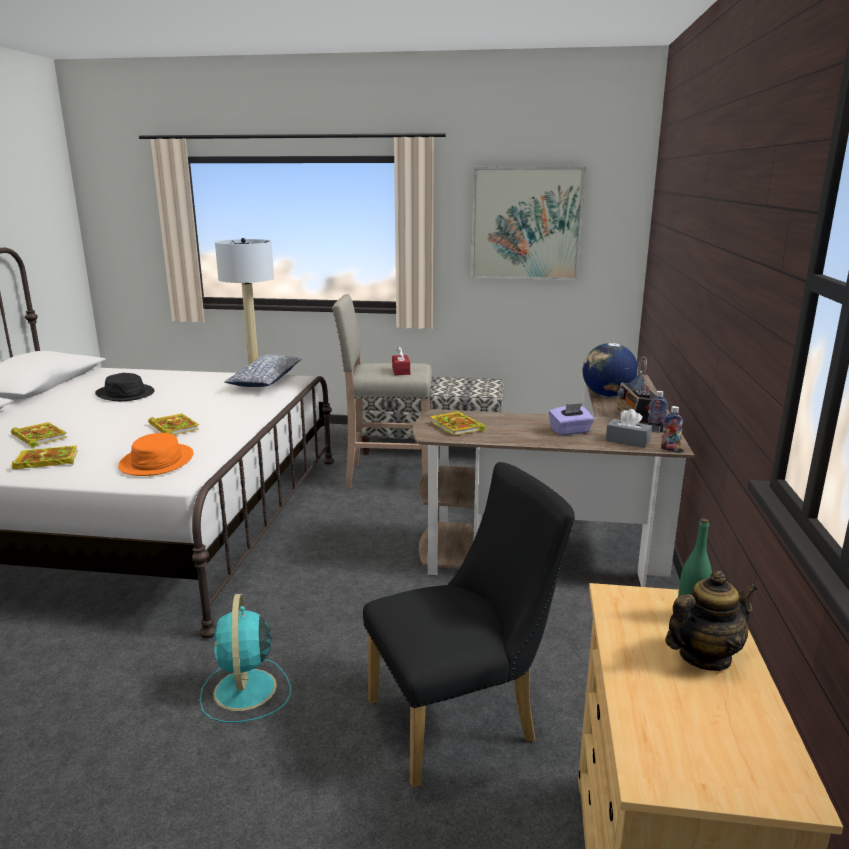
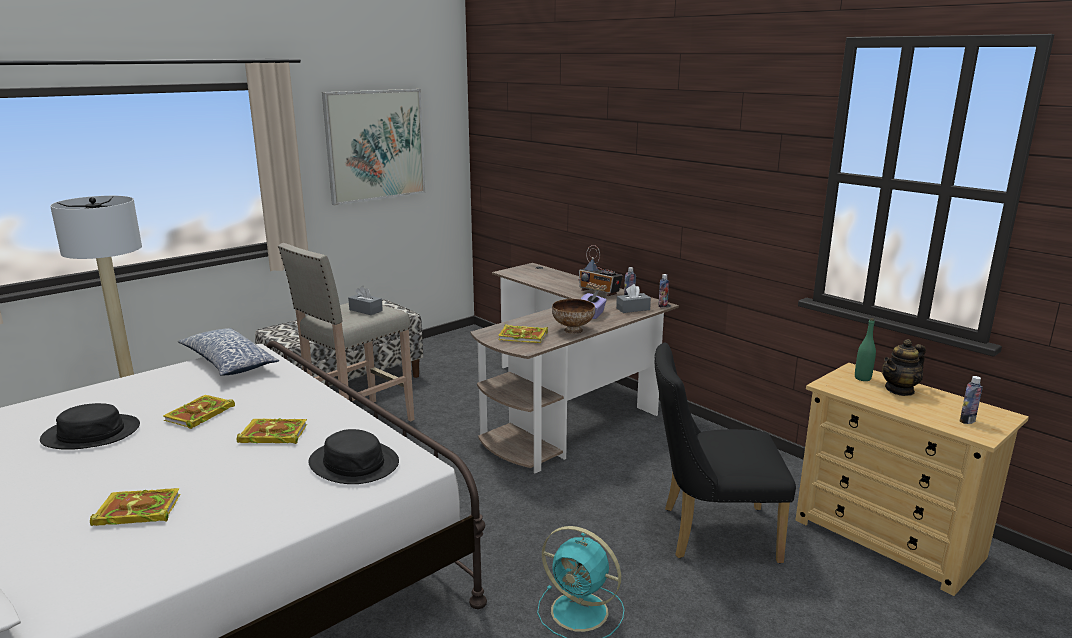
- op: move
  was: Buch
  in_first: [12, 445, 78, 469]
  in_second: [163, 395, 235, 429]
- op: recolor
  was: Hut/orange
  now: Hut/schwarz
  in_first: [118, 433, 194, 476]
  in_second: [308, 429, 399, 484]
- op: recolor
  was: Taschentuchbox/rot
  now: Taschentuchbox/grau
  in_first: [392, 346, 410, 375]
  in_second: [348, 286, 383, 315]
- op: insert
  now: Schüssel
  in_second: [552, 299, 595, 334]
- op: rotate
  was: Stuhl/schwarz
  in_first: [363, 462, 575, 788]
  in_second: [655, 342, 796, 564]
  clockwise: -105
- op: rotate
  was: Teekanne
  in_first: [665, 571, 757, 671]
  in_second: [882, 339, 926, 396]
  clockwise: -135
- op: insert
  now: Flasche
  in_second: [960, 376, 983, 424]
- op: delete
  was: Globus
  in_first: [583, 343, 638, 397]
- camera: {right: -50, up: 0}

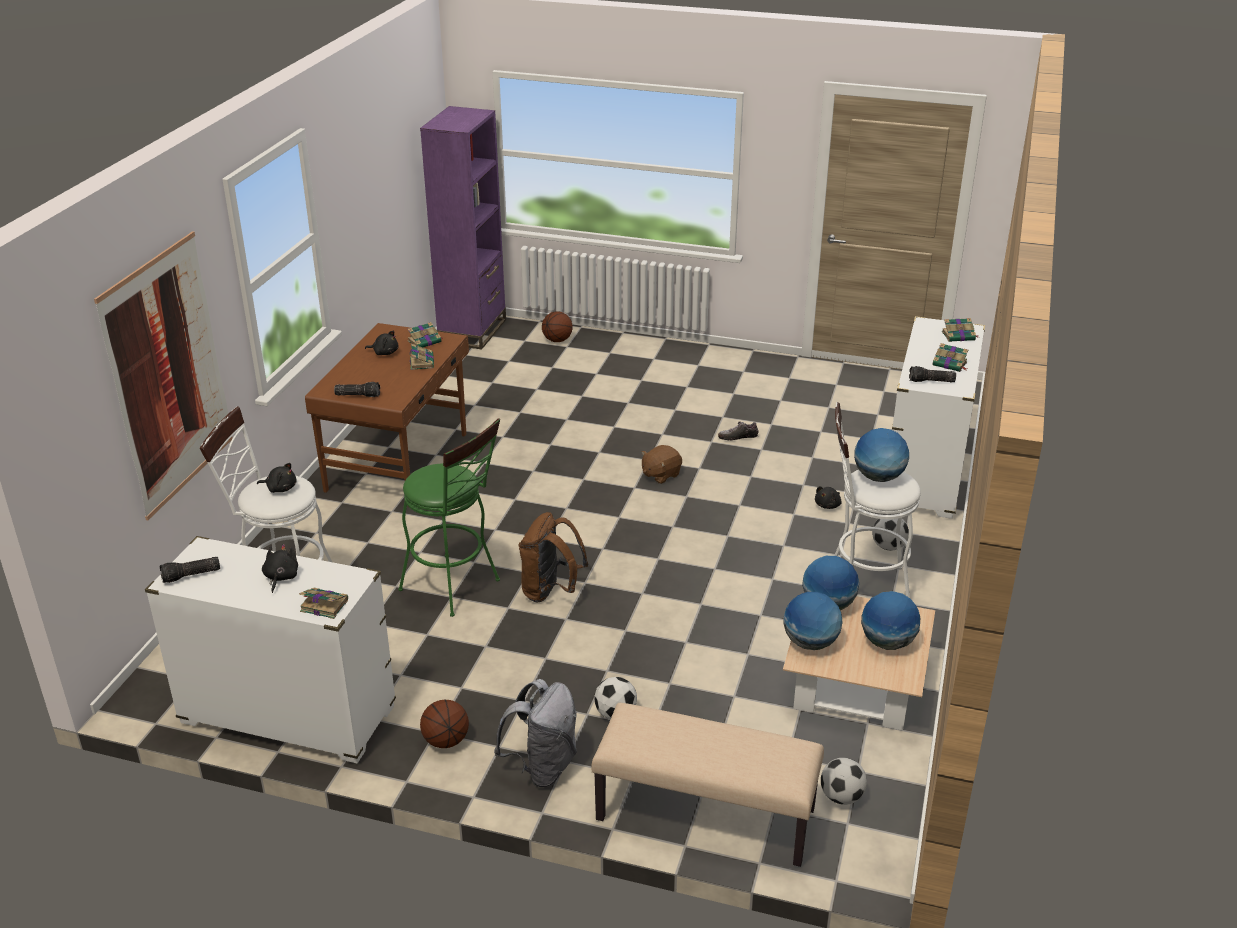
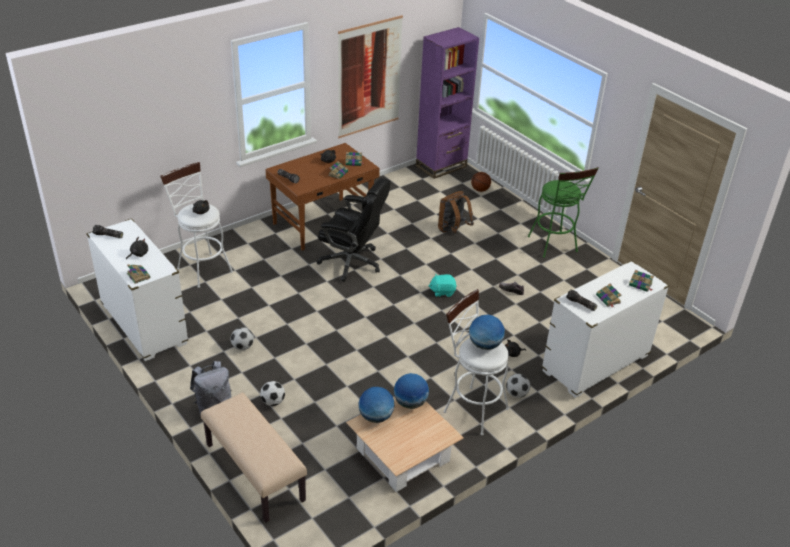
- op: move
  was: Fußball
  in_first: [821, 758, 867, 805]
  in_second: [231, 327, 254, 350]
- op: insert
  now: Bürostuhl/schwarz
  in_second: [316, 178, 390, 282]
- op: move
  was: Bild
  in_first: [94, 231, 233, 520]
  in_second: [338, 15, 403, 138]
- op: recolor
  was: Plüschtier/braun
  now: Plüschtier/türkis
  in_first: [642, 445, 682, 484]
  in_second: [429, 273, 457, 297]
- op: move
  was: Rucksack/braun
  in_first: [519, 512, 588, 602]
  in_second: [438, 191, 474, 233]
- op: move
  was: Hocker/grün
  in_first: [398, 418, 500, 617]
  in_second: [528, 167, 599, 258]
- op: delete
  was: Basketball
  in_first: [420, 700, 469, 748]
- op: delete
  was: Globus
  in_first: [861, 591, 920, 650]
- camera: {right: 35, up: 5}

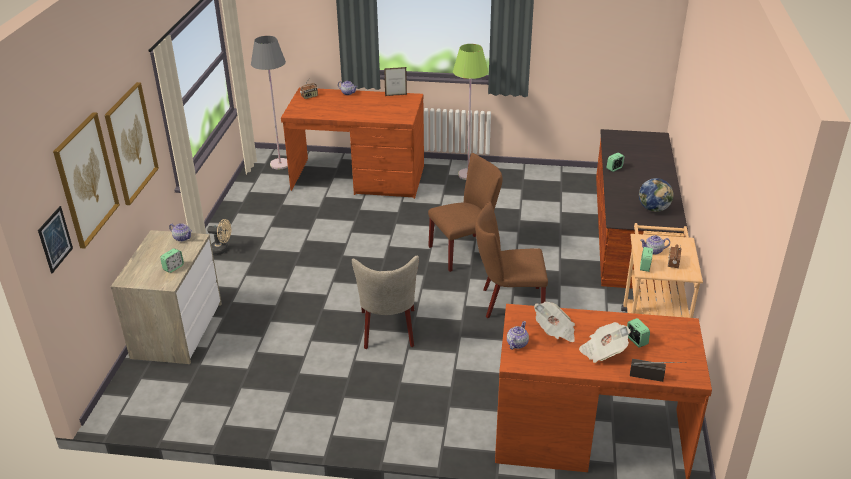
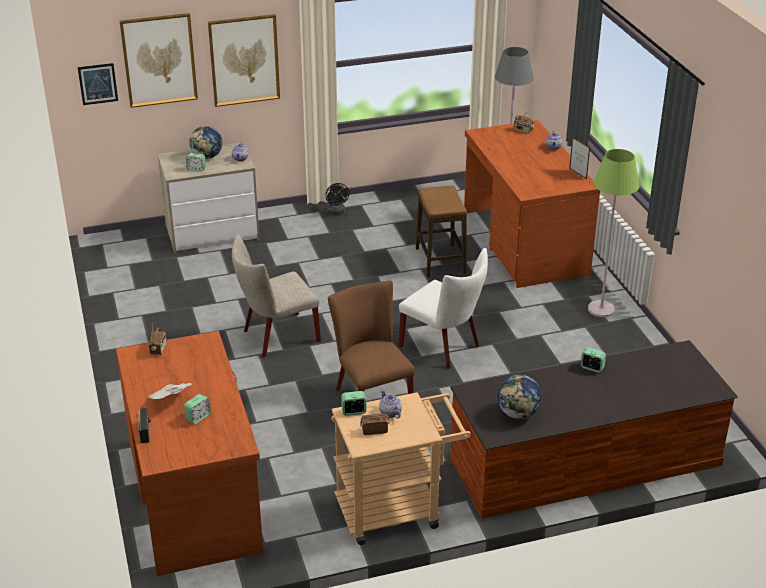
- op: replace
  was: Teekanne
  now: Radio
  in_first: [507, 321, 529, 350]
  in_second: [149, 325, 167, 355]
- op: insert
  now: Globus
  in_second: [189, 126, 223, 159]
- op: recolor
  was: Ventilator/beige
  now: Ventilator/schwarz
  in_first: [207, 219, 231, 254]
  in_second: [325, 183, 350, 215]
- op: recolor
  was: Stuhl/braun
  now: Stuhl/weiß
  in_first: [428, 153, 502, 272]
  in_second: [398, 248, 488, 369]
- op: insert
  now: Hocker
  in_second: [416, 185, 467, 277]
- op: delete
  was: Zeitung
  in_first: [534, 302, 575, 342]
- camera: {right: 65, up: 0}

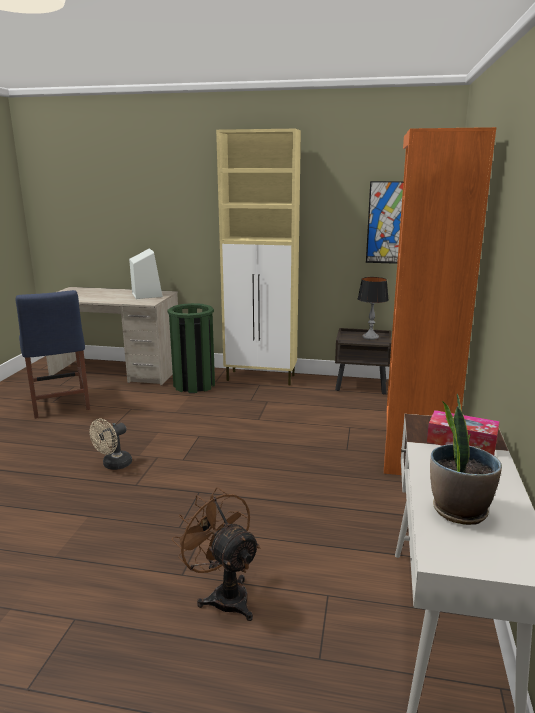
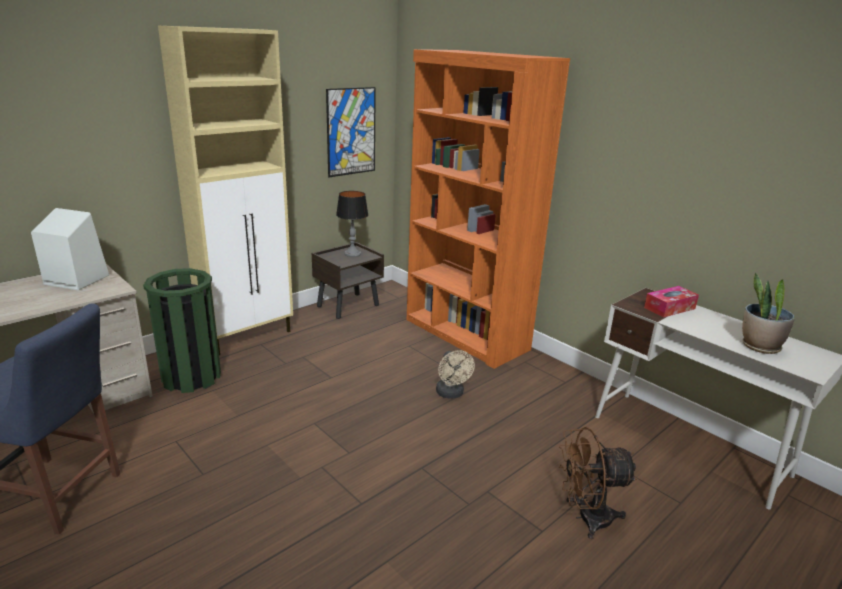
- op: move
  was: Ventilator/beige
  in_first: [89, 419, 132, 470]
  in_second: [436, 350, 475, 399]
- camera: {right: -55, up: 5}

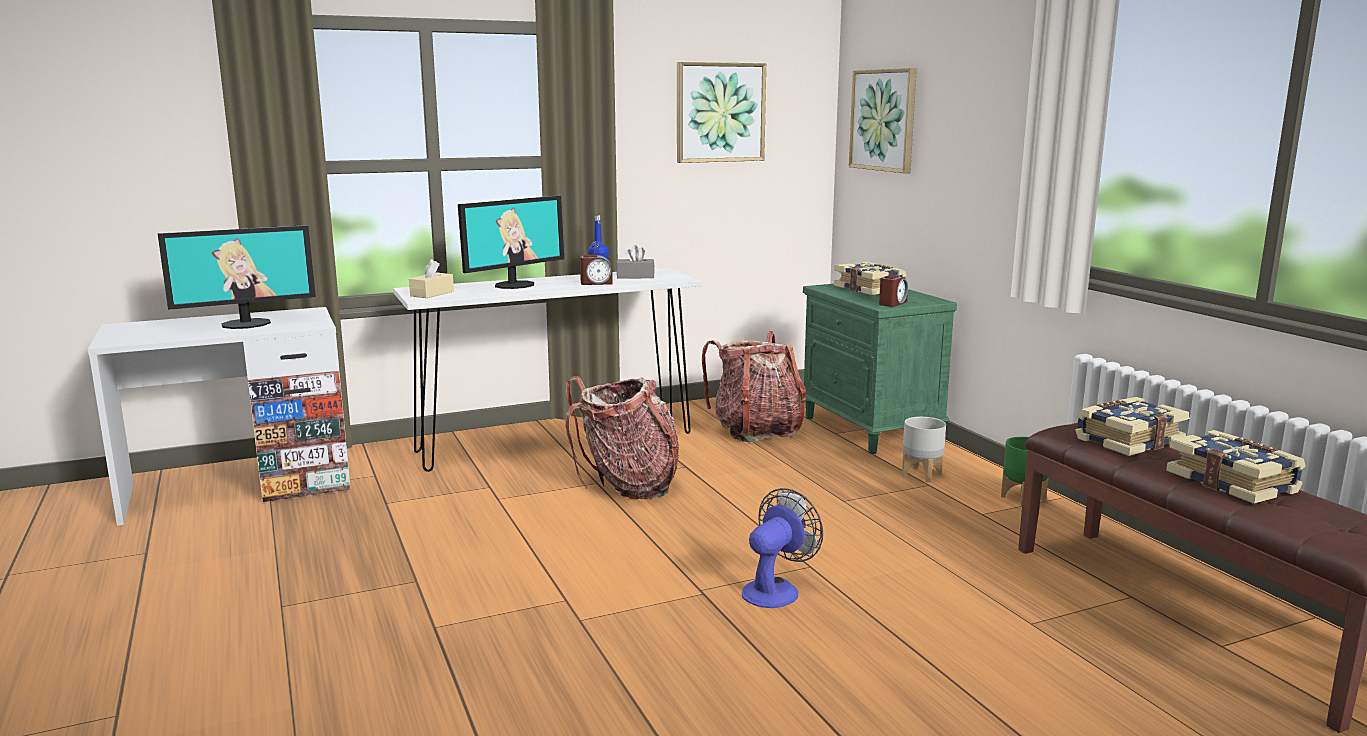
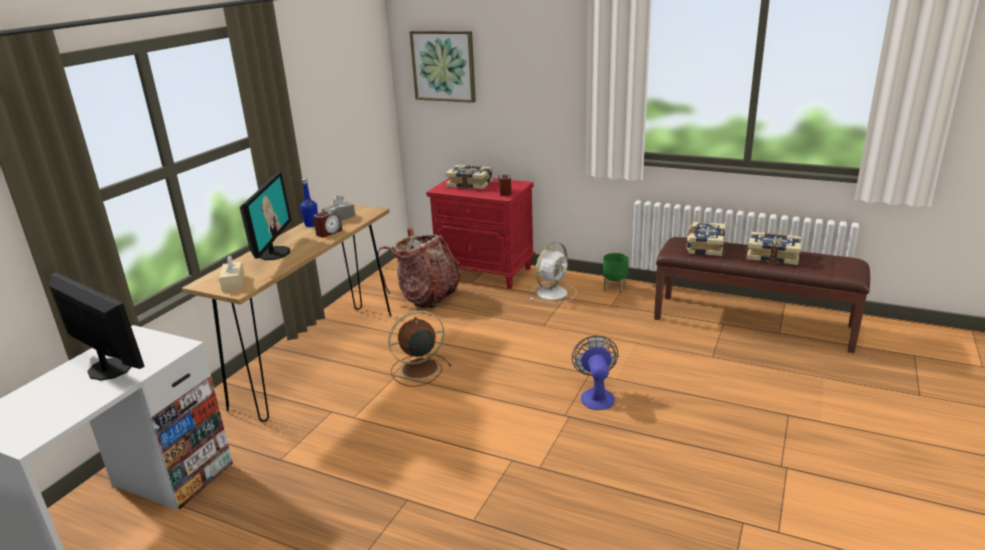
- op: rotate
  was: Monitor
  in_first: [158, 225, 316, 329]
  in_second: [49, 272, 145, 380]
  clockwise: -75
- op: recolor
  was: Konsolentisch/weiß
  now: Konsolentisch/braun
  in_first: [394, 268, 702, 472]
  in_second: [182, 204, 392, 422]
- op: replace
  was: Rucksack
  now: Ventilator/braun
  in_first: [565, 376, 679, 499]
  in_second: [388, 311, 451, 387]
- op: recolor
  was: Nachttisch/grün
  now: Nachttisch/rot
  in_first: [803, 284, 957, 454]
  in_second: [426, 178, 536, 289]
- op: replace
  was: Pflanzkübel/grau
  now: Ventilator/weiß
  in_first: [902, 417, 946, 483]
  in_second: [530, 242, 577, 304]
- op: delete
  was: Bild
  in_first: [677, 62, 766, 163]
- camera: {right: -40, up: 10}

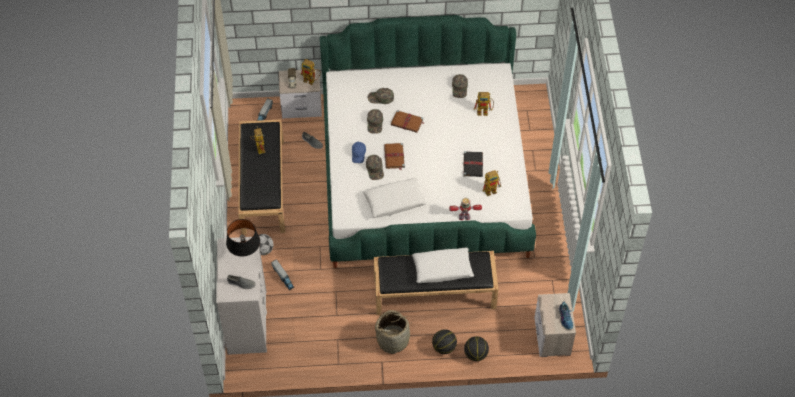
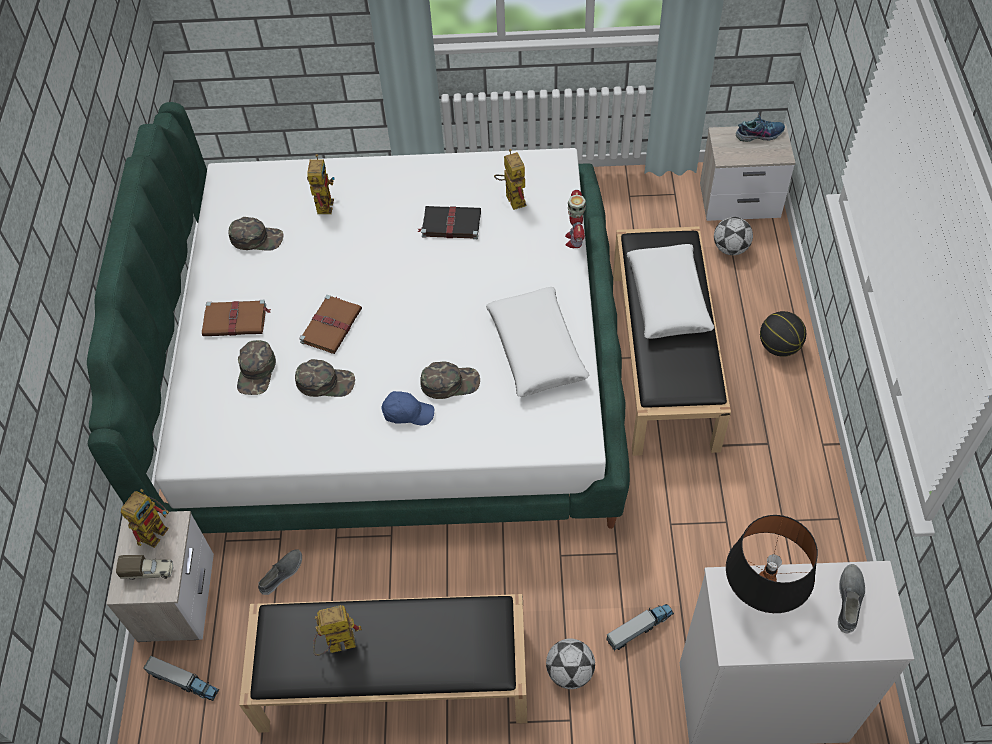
- op: move
  was: Buch/braun
  in_first: [384, 143, 405, 170]
  in_second: [202, 300, 271, 336]
- op: insert
  now: Fußball
  in_second: [714, 217, 753, 255]
- op: delete
  was: Korb
  in_first: [375, 310, 414, 354]
- op: delete
  was: Basketball
  in_first: [464, 336, 489, 361]
- camera: {right: -85, up: 0}

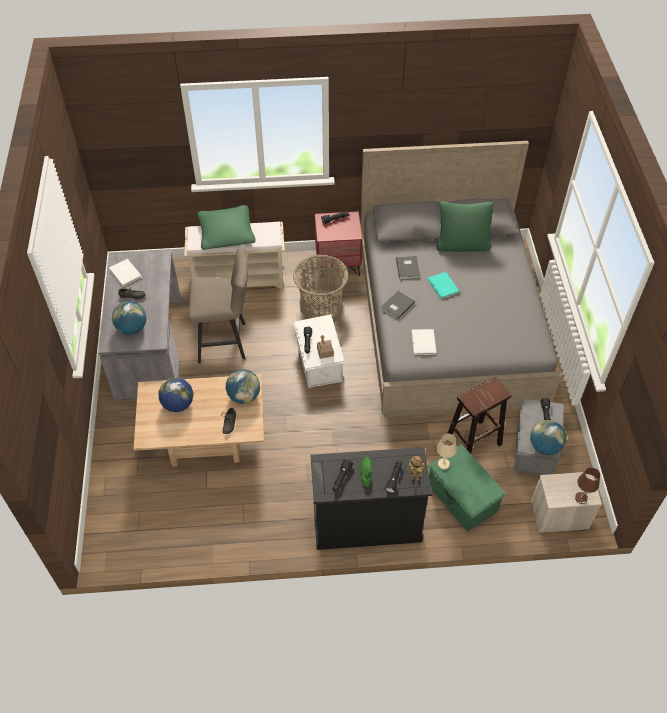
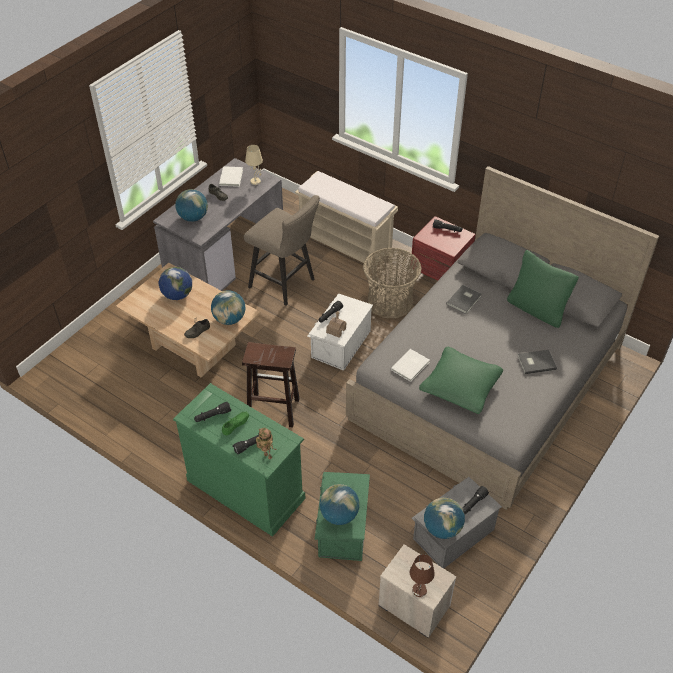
- op: recolor
  was: Kommode/schwarz
  now: Kommode/grün
  in_first: [310, 447, 432, 550]
  in_second: [173, 383, 306, 537]
- op: move
  was: Hocker/braun
  in_first: [447, 377, 512, 454]
  in_second: [242, 342, 300, 428]
- op: move
  was: Tischlampe/beige
  in_first: [437, 434, 457, 470]
  in_second: [245, 145, 263, 185]
- op: insert
  now: Globus
  in_second: [319, 484, 359, 525]
- op: move
  was: Kissen/grün
  in_first: [197, 205, 255, 250]
  in_second: [419, 347, 503, 414]
- op: move
  was: Buch/grau
  in_first: [381, 291, 415, 320]
  in_second: [517, 350, 557, 374]
- op: delete
  was: Buch/türkis
  in_first: [428, 272, 459, 299]
- camera: {right: 40, up: -5}

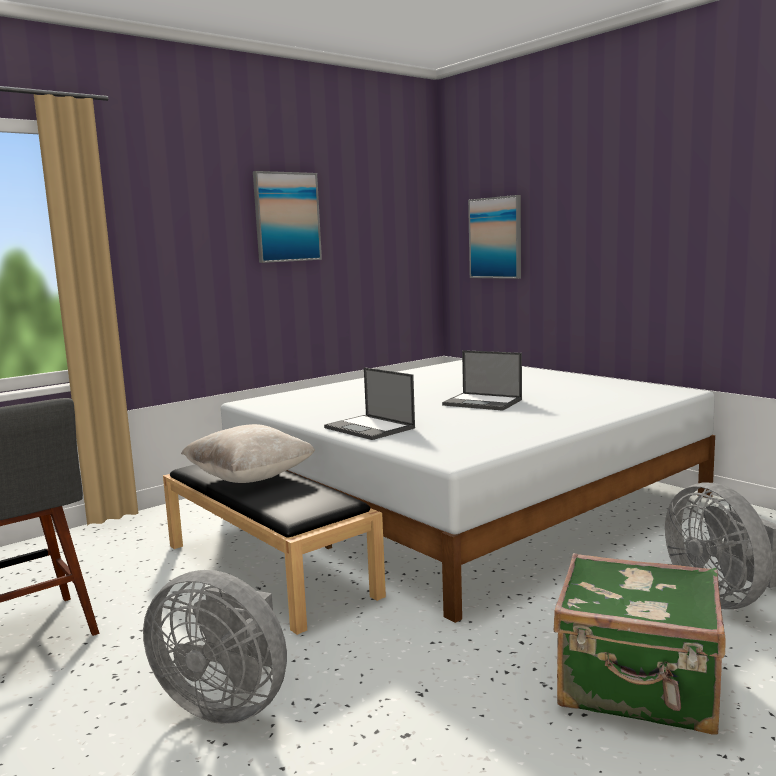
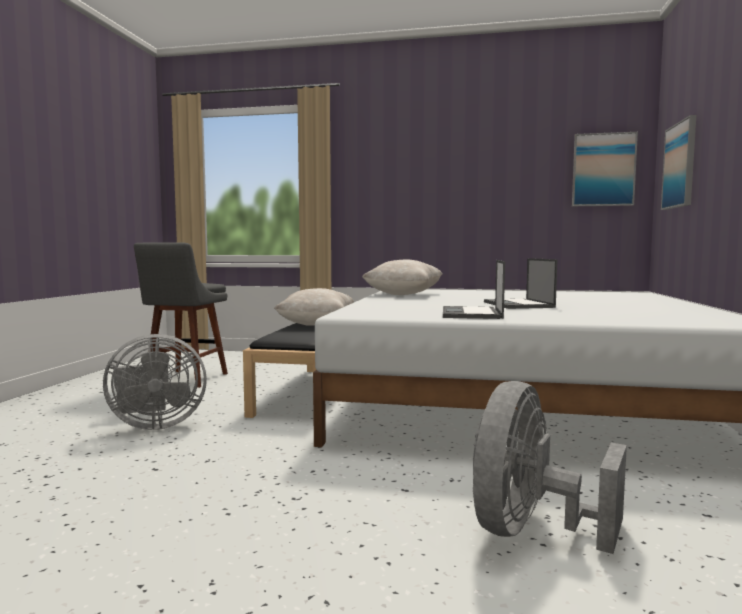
- op: rotate
  was: Ventilator/grau
  in_first: [143, 570, 287, 724]
  in_second: [103, 334, 207, 430]
  clockwise: -90
- op: insert
  now: Kissen/beige
  in_second: [362, 259, 443, 295]
- op: move
  was: Laptop
  in_first: [324, 367, 415, 440]
  in_second: [443, 260, 505, 319]
- op: move
  was: Bild
  in_first: [253, 171, 322, 263]
  in_second: [572, 132, 638, 206]
- op: delete
  was: Koffer/grün
  in_first: [554, 553, 726, 735]
- camera: {right: 50, up: -5}

